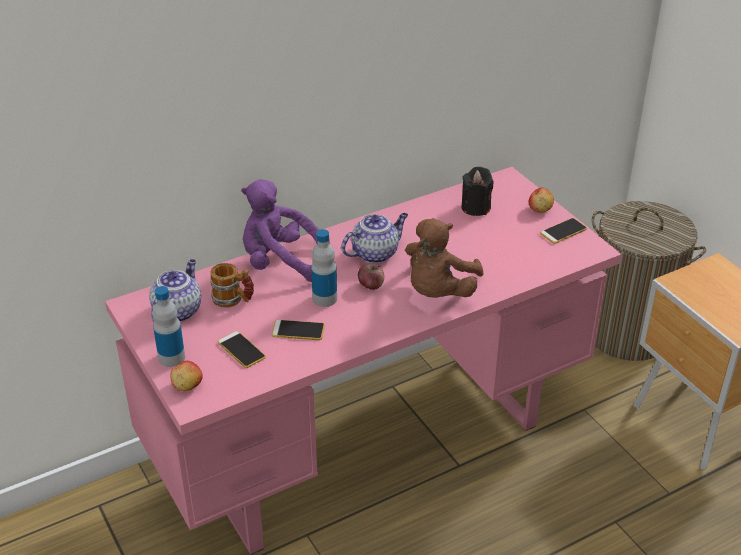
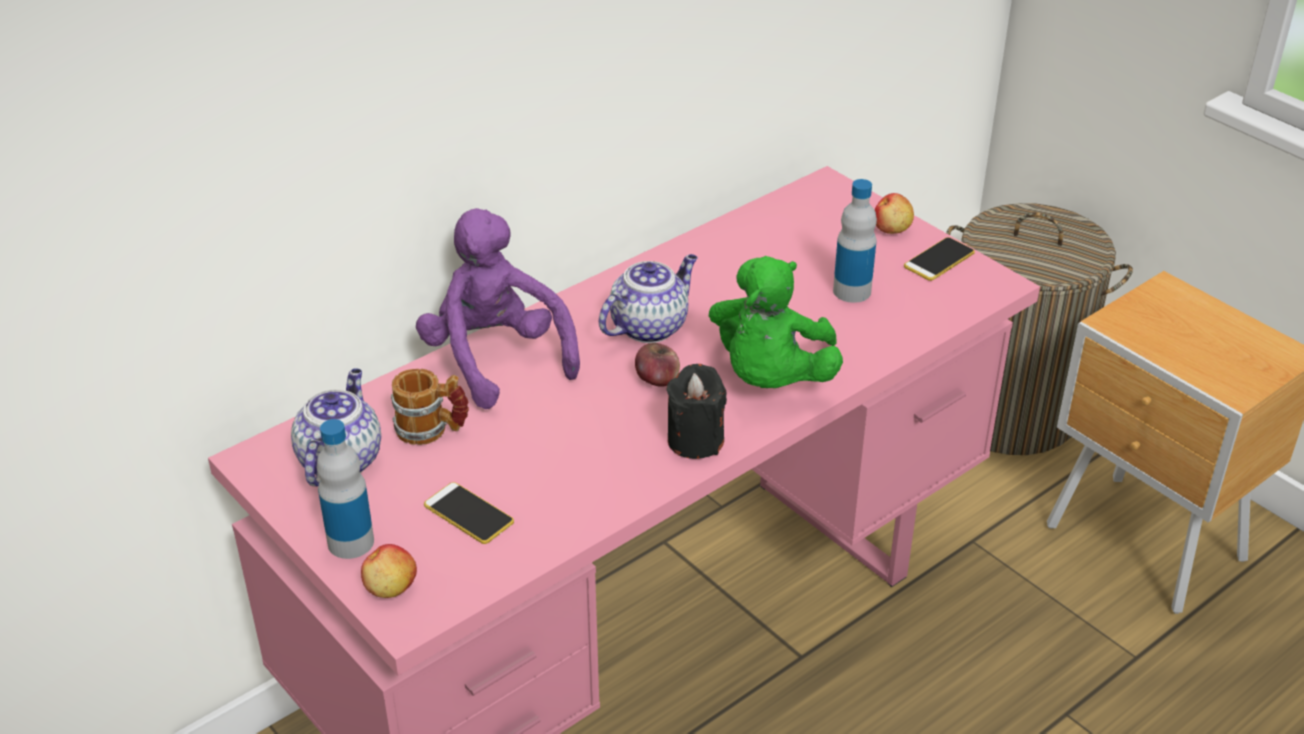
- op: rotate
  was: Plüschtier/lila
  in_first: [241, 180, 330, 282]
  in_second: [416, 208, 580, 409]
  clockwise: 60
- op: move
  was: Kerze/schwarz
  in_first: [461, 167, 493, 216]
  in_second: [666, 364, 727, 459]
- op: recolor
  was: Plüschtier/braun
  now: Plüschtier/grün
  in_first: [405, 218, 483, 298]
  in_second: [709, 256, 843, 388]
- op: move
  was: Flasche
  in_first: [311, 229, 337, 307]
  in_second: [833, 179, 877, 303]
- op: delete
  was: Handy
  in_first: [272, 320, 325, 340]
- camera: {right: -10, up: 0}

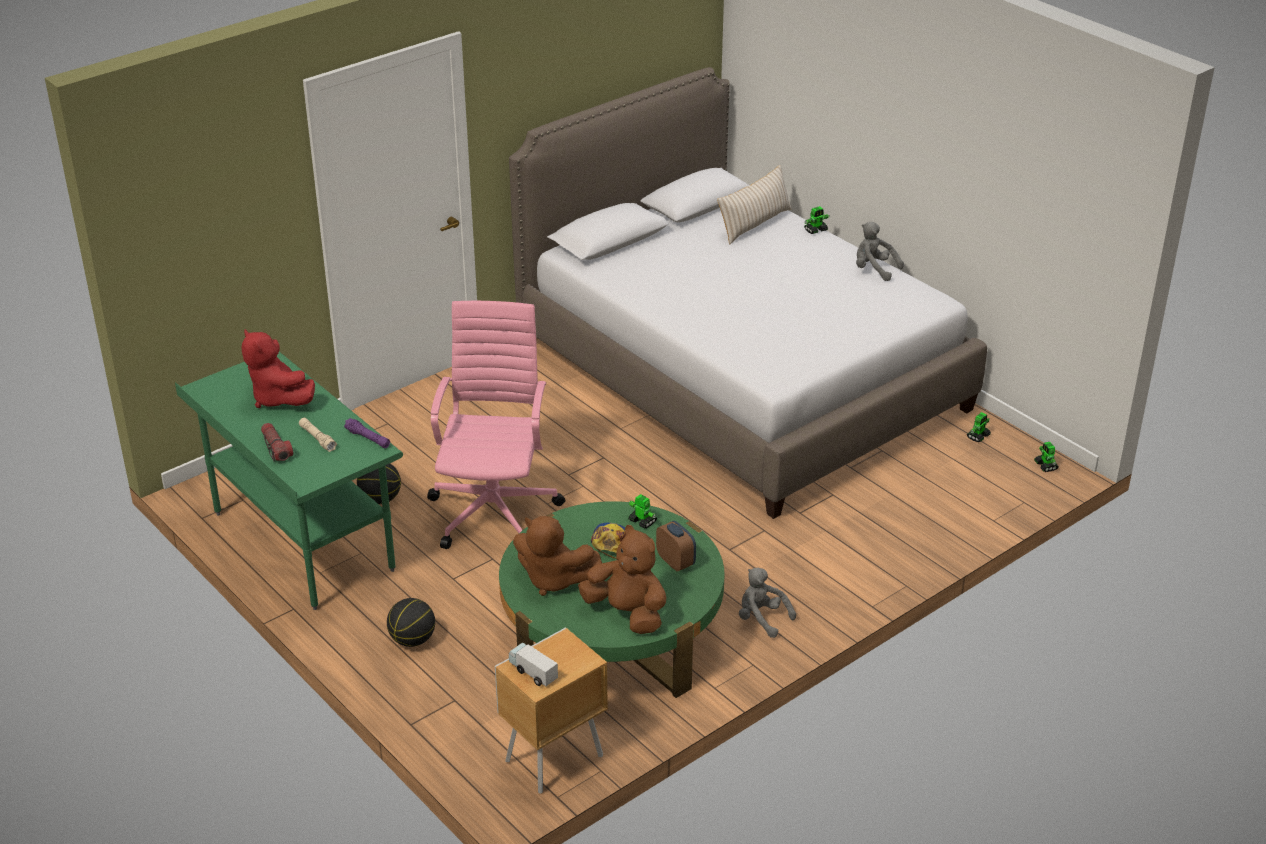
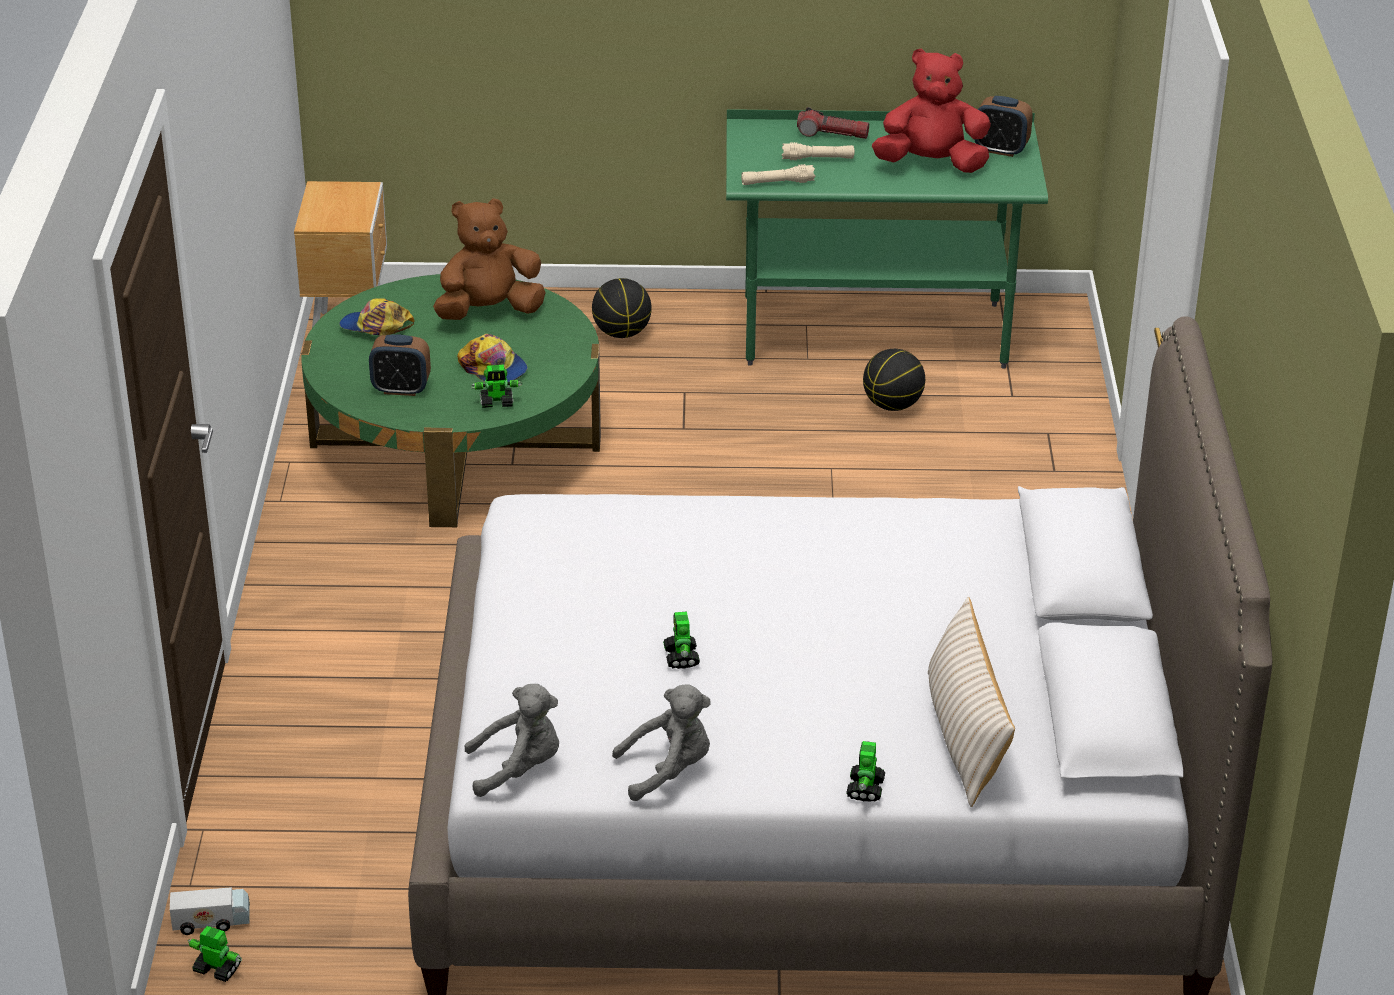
- op: move
  was: Spielzeuglaster
  in_first: [509, 642, 558, 686]
  in_second: [170, 887, 250, 935]
- op: replace
  was: Plüschtier/braun
  now: Kappe
  in_first: [578, 525, 666, 634]
  in_second: [339, 298, 414, 336]
- op: move
  was: Plüschtier/grau
  in_first: [739, 568, 796, 638]
  in_second: [464, 684, 559, 797]
- op: move
  was: Spielzeugroboter
  in_first: [967, 412, 991, 442]
  in_second: [663, 612, 700, 669]
- op: recolor
  was: Taschenlampe/lila
  now: Taschenlampe/beige
  in_first: [344, 418, 390, 448]
  in_second: [741, 164, 815, 185]
- op: insert
  now: Wecker
  in_second: [974, 96, 1033, 157]
- op: delete
  was: Bürostuhl/rosa
  in_first: [427, 301, 565, 549]
- camera: {right: 130, up: 0}

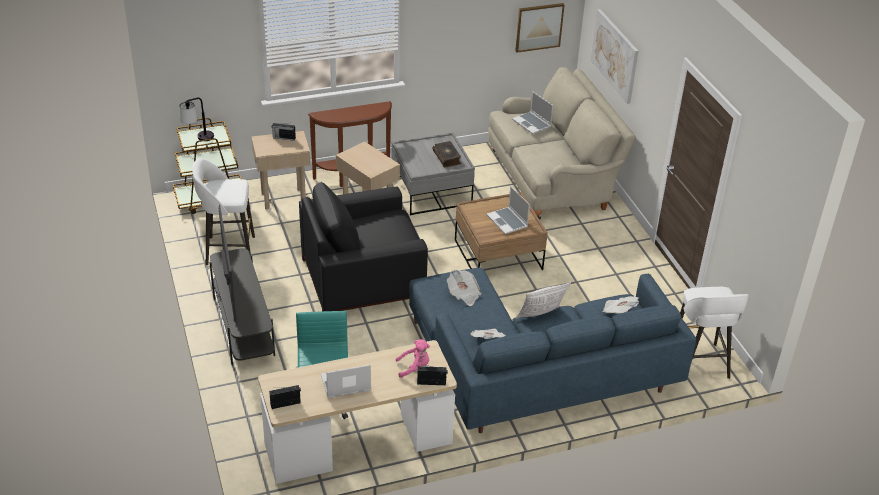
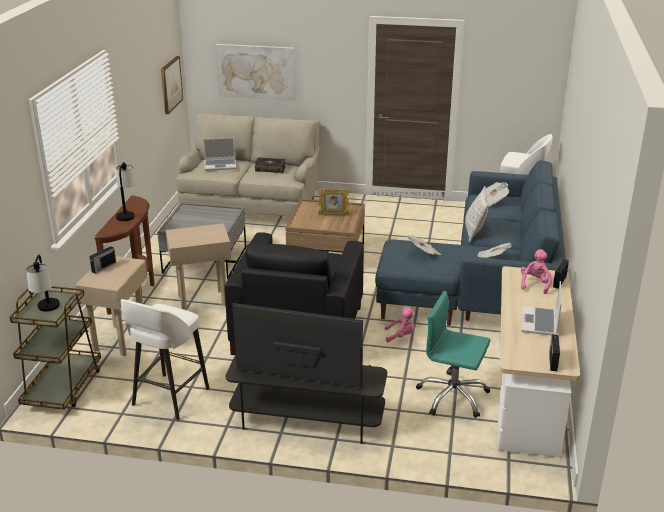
- op: insert
  now: Tischlampe
  in_second: [116, 162, 136, 221]
- op: move
  was: Buch
  in_first: [433, 141, 461, 168]
  in_second: [255, 158, 286, 173]
- op: replace
  was: Laptop
  now: Bilderrahmen
  in_first: [487, 186, 530, 234]
  in_second: [318, 189, 349, 215]
- op: insert
  now: Plüschtier/rosa
  in_second: [385, 308, 415, 342]
- camera: {right: -60, up: -10}

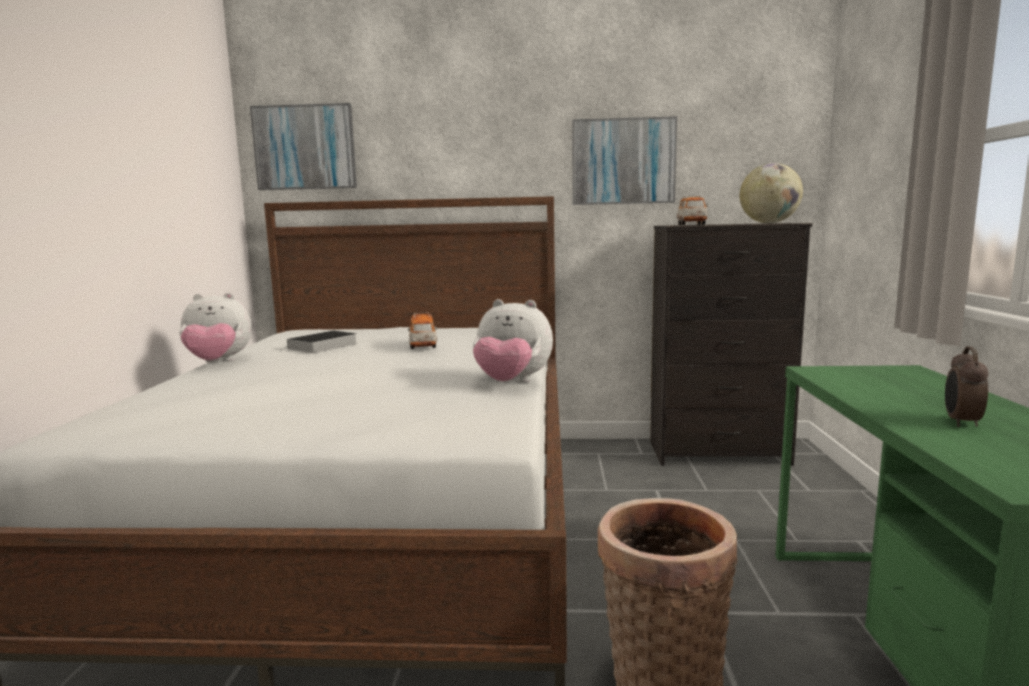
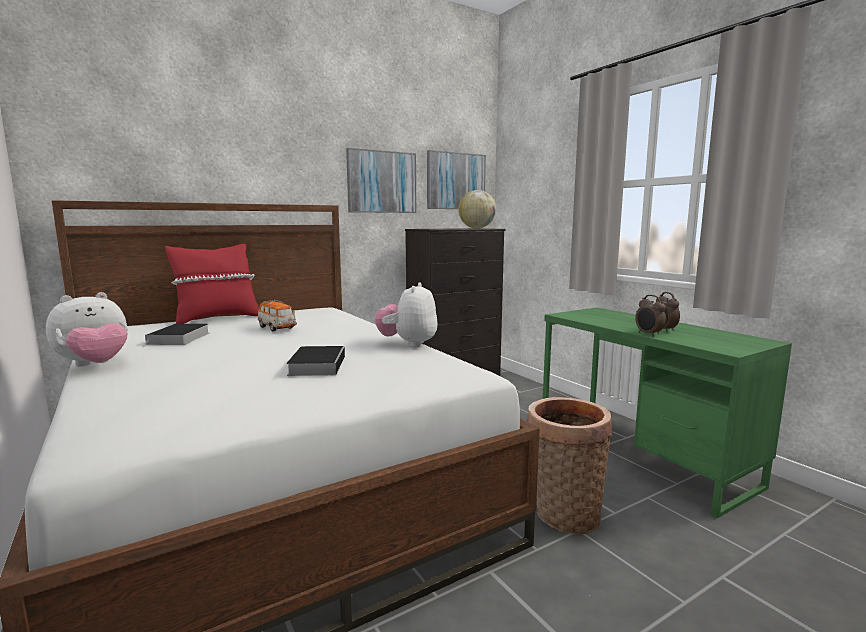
- op: insert
  now: Kissen/rot
  in_second: [165, 244, 259, 324]
- op: insert
  now: Buch
  in_second: [286, 346, 345, 376]
- op: rotate
  was: Plüschtier
  in_first: [473, 299, 553, 382]
  in_second: [375, 283, 438, 347]
  clockwise: 120
- op: move
  was: Bild
  in_first: [250, 103, 357, 190]
  in_second: [427, 150, 486, 209]
- op: insert
  now: Wecker
  in_second: [635, 295, 666, 337]
- op: delete
  was: Spielzeugauto
  in_first: [677, 196, 708, 225]
- camera: {right: -35, up: 0}

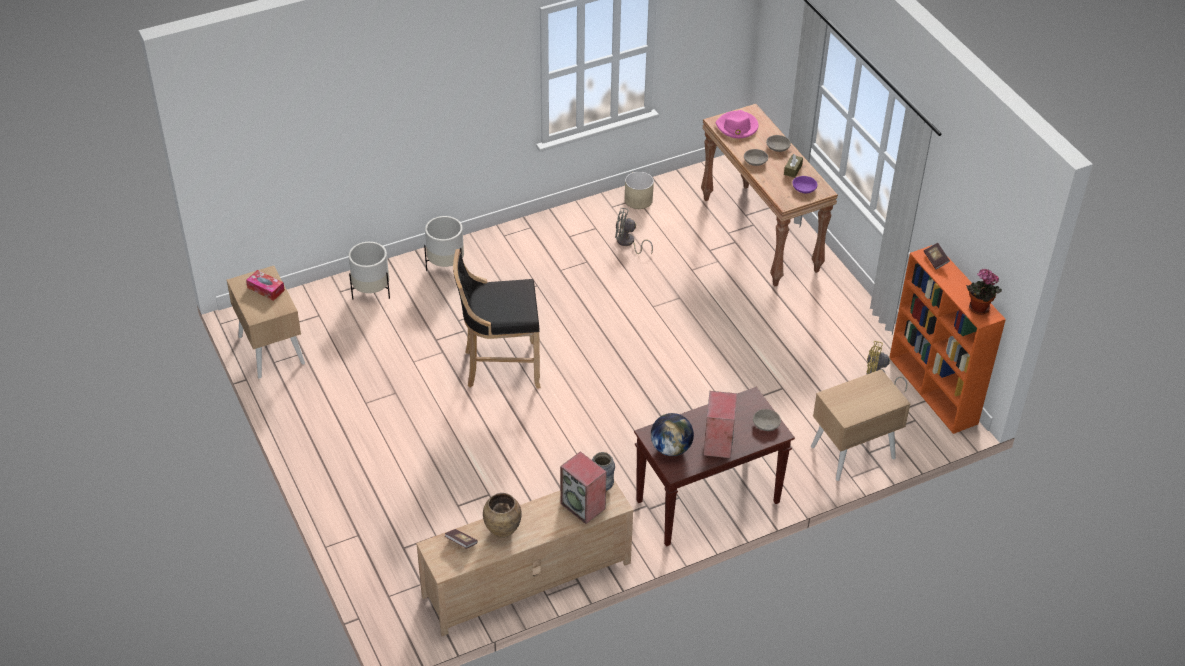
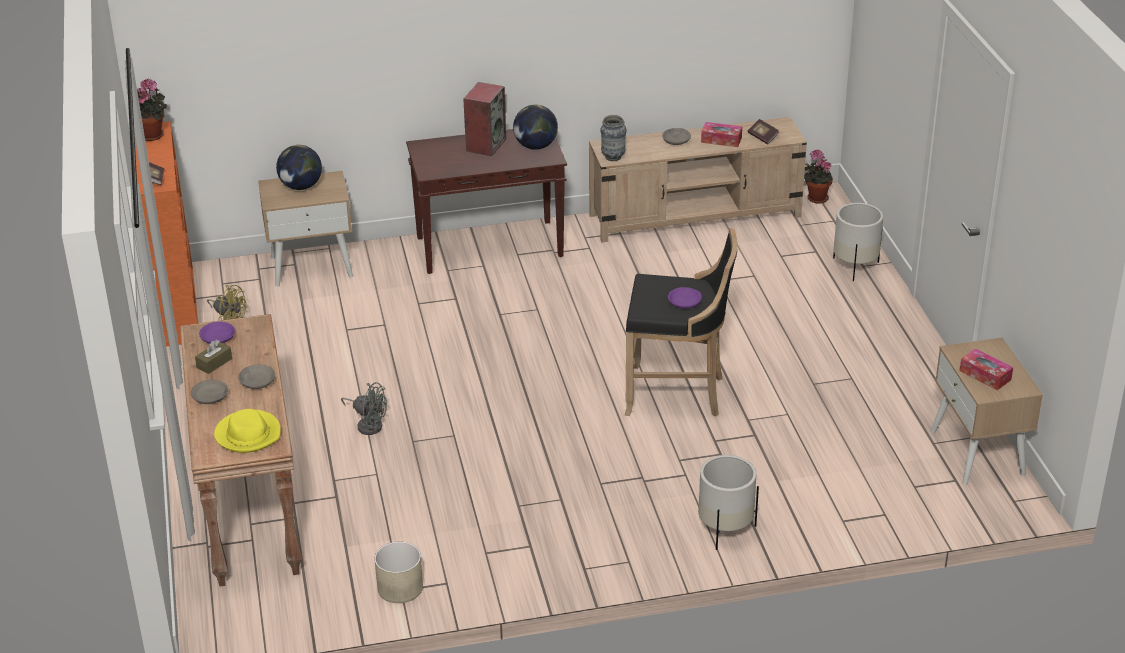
- op: recolor
  was: Hut/rosa
  now: Hut/gelb
  in_first: [716, 110, 758, 138]
  in_second: [214, 409, 281, 453]
- op: insert
  now: Globus
  in_second: [276, 145, 322, 190]
- op: move
  was: Ventilator/grau
  in_first: [615, 208, 653, 254]
  in_second: [341, 382, 387, 435]
- op: move
  was: Schüssel/grau
  in_first: [753, 409, 781, 431]
  in_second: [662, 128, 691, 145]
- op: insert
  now: Schüssel/lila
  in_second: [668, 287, 702, 309]
- op: replace
  was: Vase/braun
  now: Taschentuchbox
  in_first: [483, 493, 522, 538]
  in_second: [701, 122, 742, 147]
- op: insert
  now: Topfpflanze
  in_second: [804, 149, 833, 204]
- op: move
  was: Pflanzkübel/weiß
  in_first: [349, 242, 390, 299]
  in_second: [833, 203, 883, 281]
- op: delete
  was: Lautsprecher
  in_first: [560, 451, 607, 524]
- camera: {right: -165, up: -10}

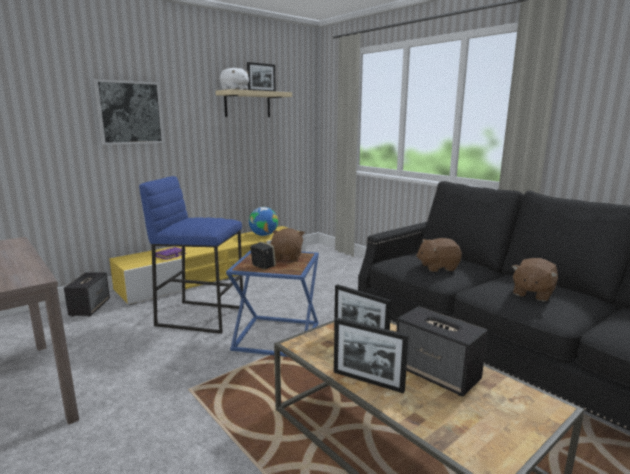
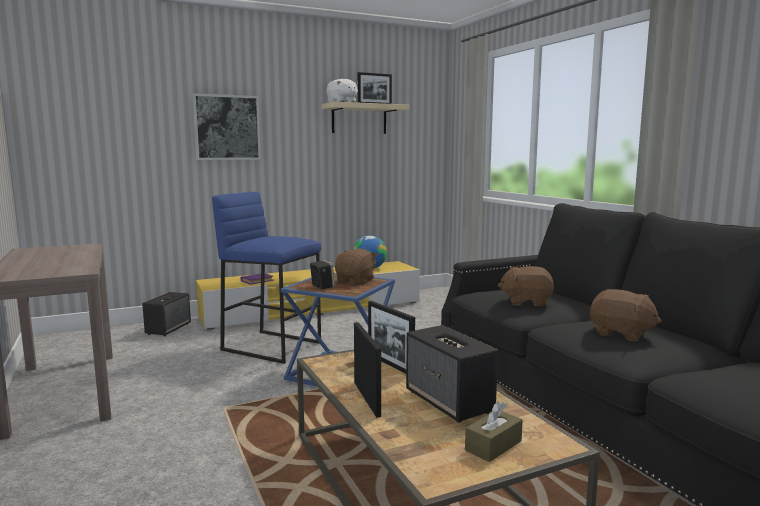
- op: rotate
  was: Bilderrahmen
  in_first: [334, 318, 409, 394]
  in_second: [354, 322, 381, 418]
  clockwise: -150
- op: insert
  now: Taschentuchbox/braun
  in_second: [465, 402, 523, 462]
- op: rotate
  was: Plüschtier/braun
  in_first: [512, 258, 558, 301]
  in_second: [590, 289, 662, 341]
  clockwise: -105
- camera: {right: 15, up: -5}

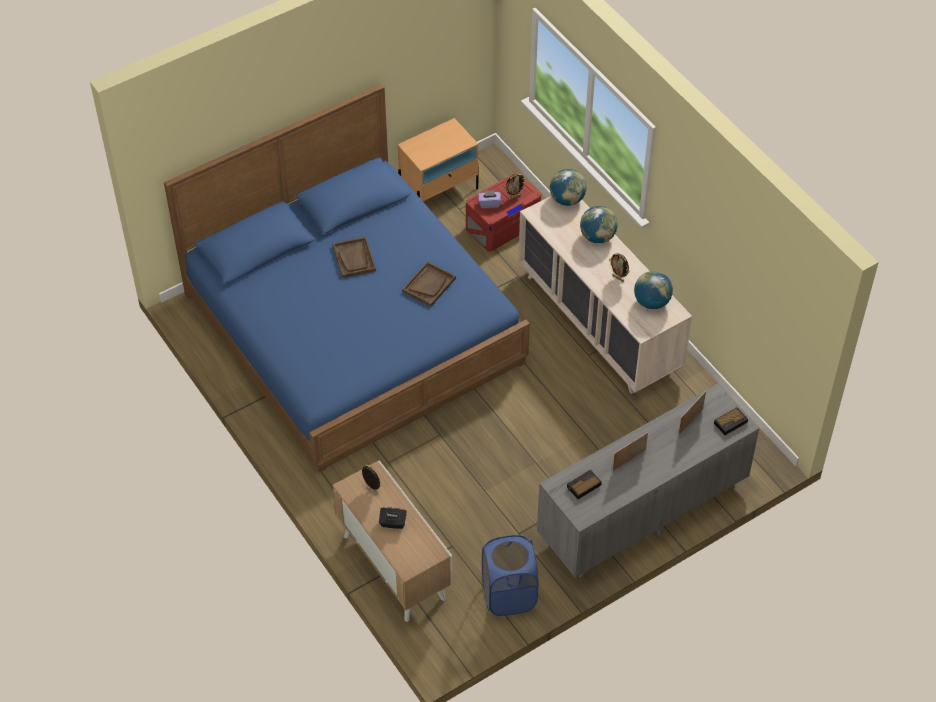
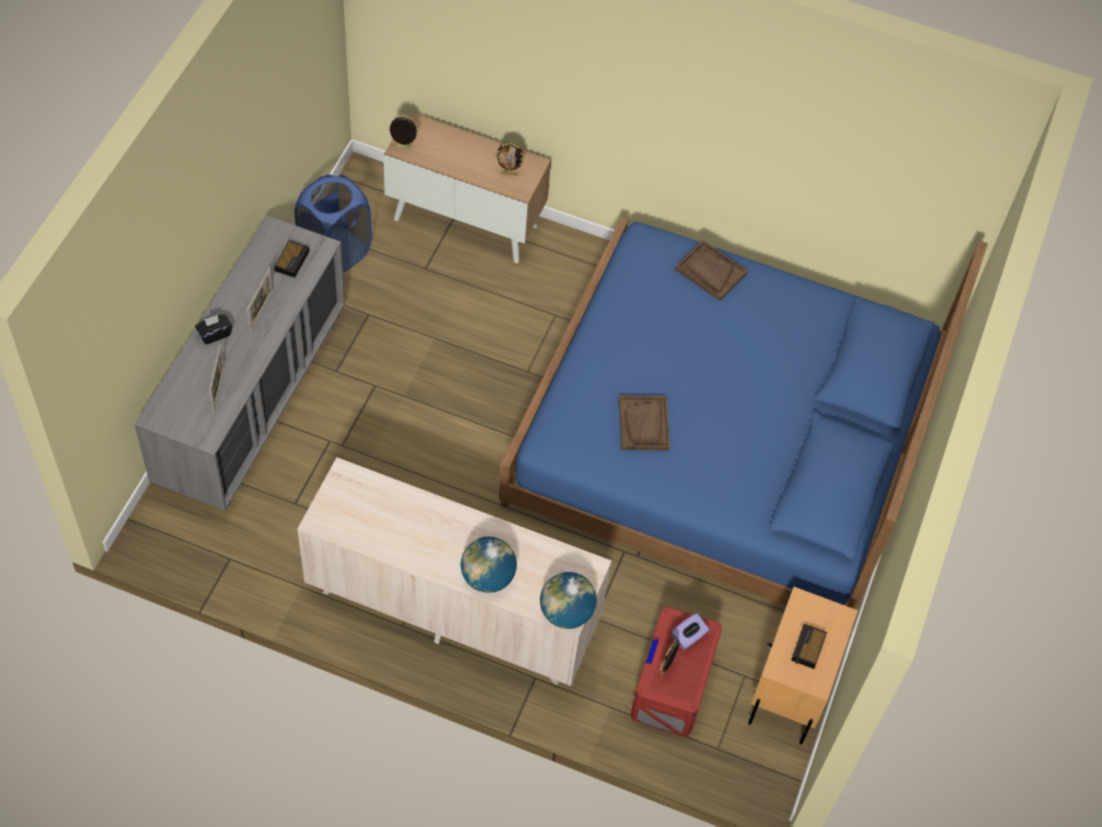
- op: move
  was: Taschentuchbox/schwarz
  in_first: [379, 507, 407, 529]
  in_second: [195, 314, 232, 345]
- op: move
  was: Bilderrahmen
  in_first: [609, 253, 630, 282]
  in_second: [388, 115, 419, 148]
- op: move
  was: Tablett/braun
  in_first: [332, 236, 376, 278]
  in_second: [675, 240, 748, 301]
- op: move
  was: Wecker
  in_first: [714, 407, 748, 435]
  in_second: [791, 624, 827, 669]
- op: delete
  was: Globus
  in_first: [634, 271, 673, 309]
- camera: {right: 140, up: 5}

